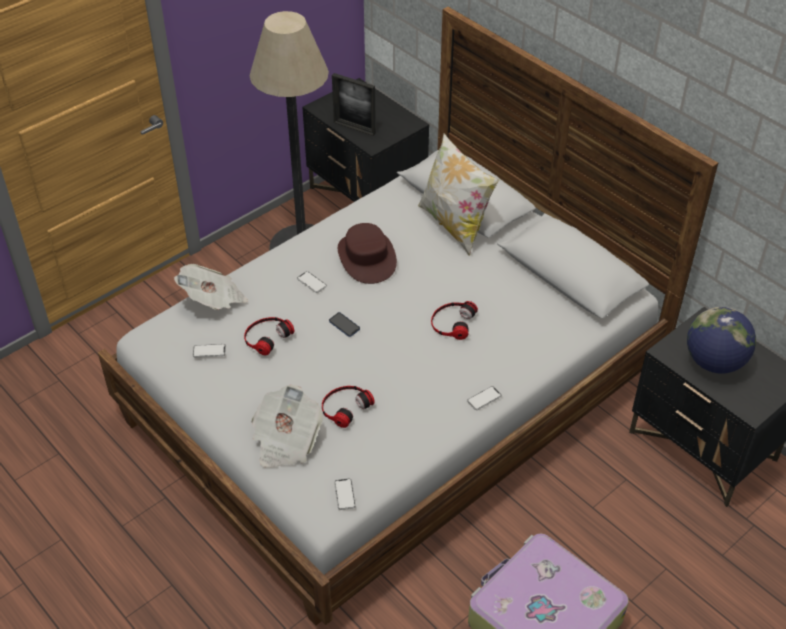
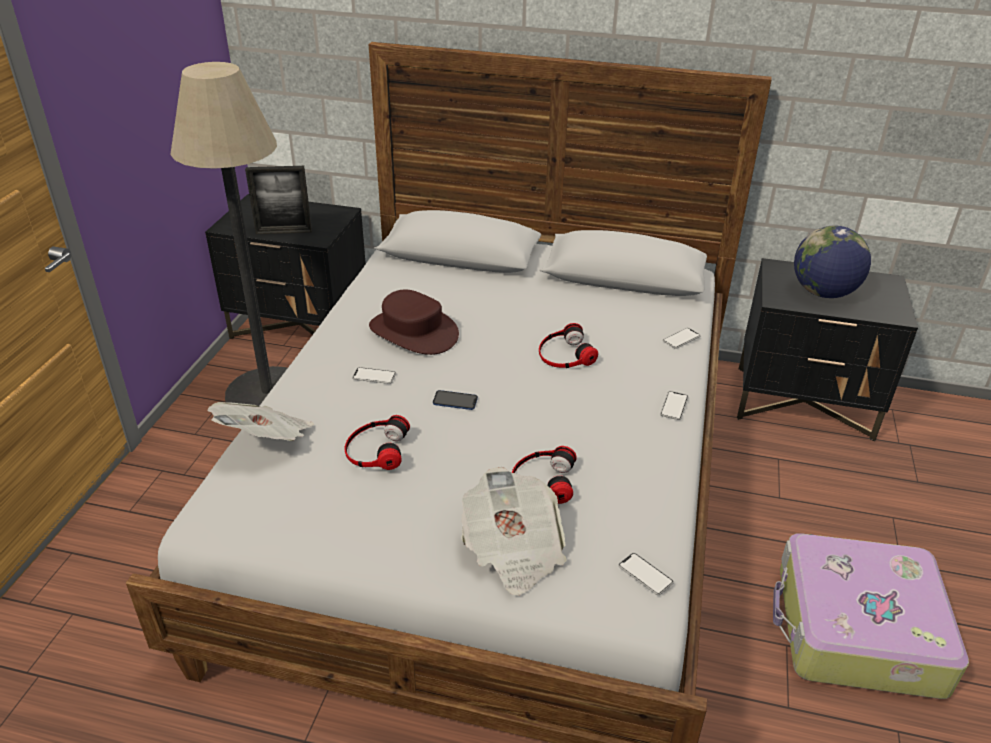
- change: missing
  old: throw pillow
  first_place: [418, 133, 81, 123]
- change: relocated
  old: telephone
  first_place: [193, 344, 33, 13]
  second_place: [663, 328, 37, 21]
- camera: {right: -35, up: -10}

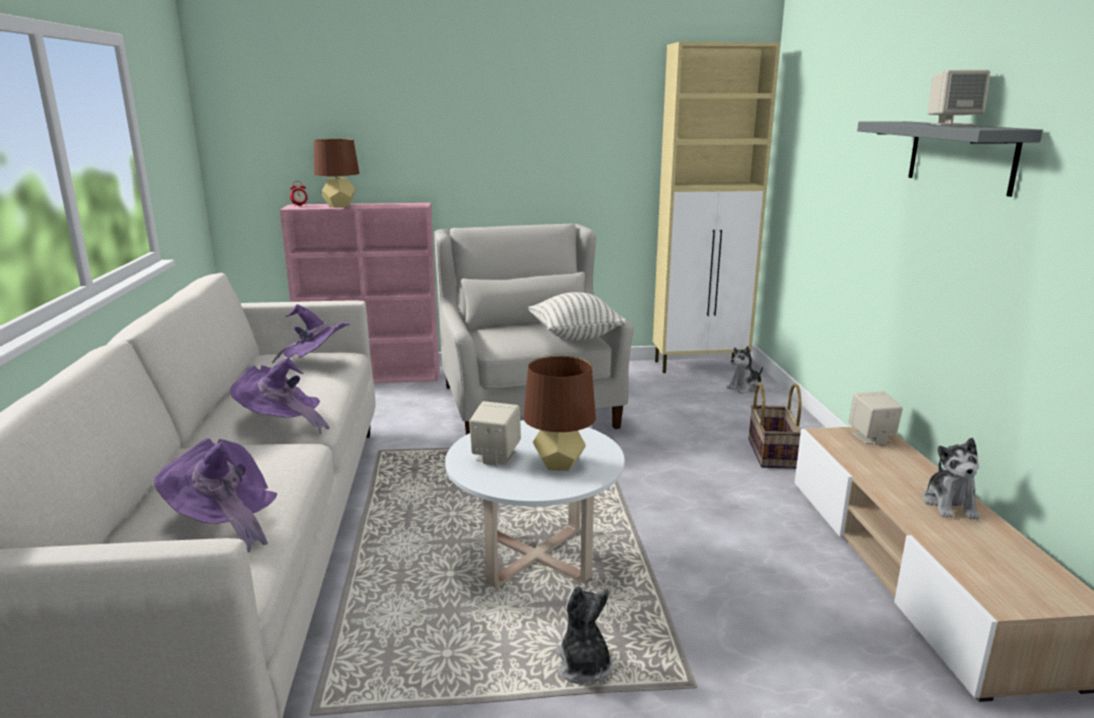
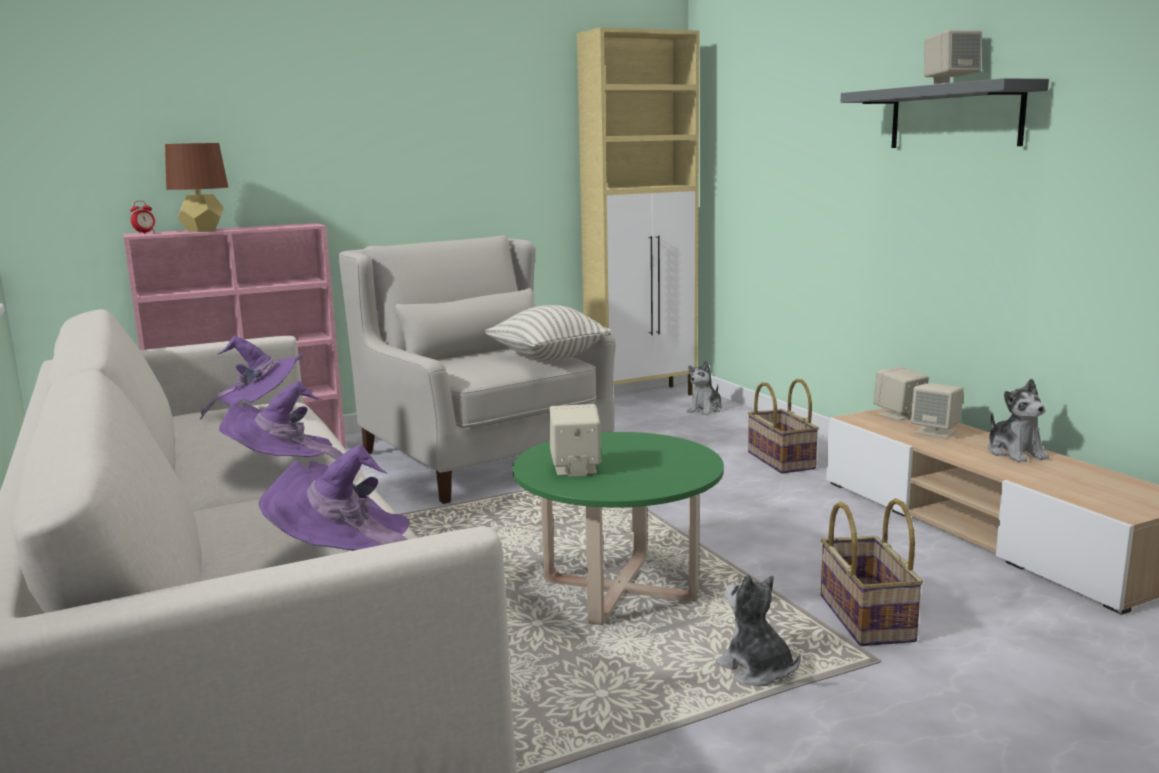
- change: missing
  old: brownish lamp for a table
  first_place: [523, 356, 73, 115]
- change: appeared
  new: basket
  second_place: [821, 498, 102, 148]
- change: appeared
  new: beige-coloured speaker
  second_place: [911, 383, 53, 55]
- change: colour
  old: white low table
  new: green-coloured low table
  first_place: [445, 420, 180, 168]
  second_place: [512, 432, 212, 193]
- camera: {right: -20, up: -5}

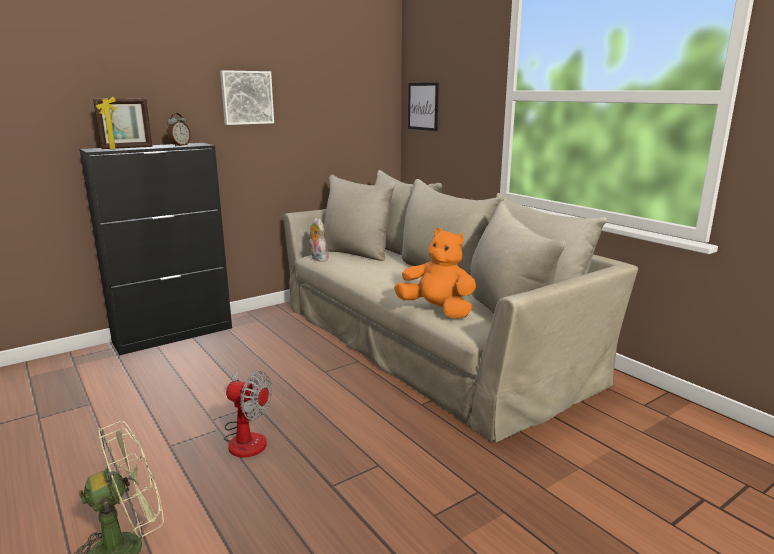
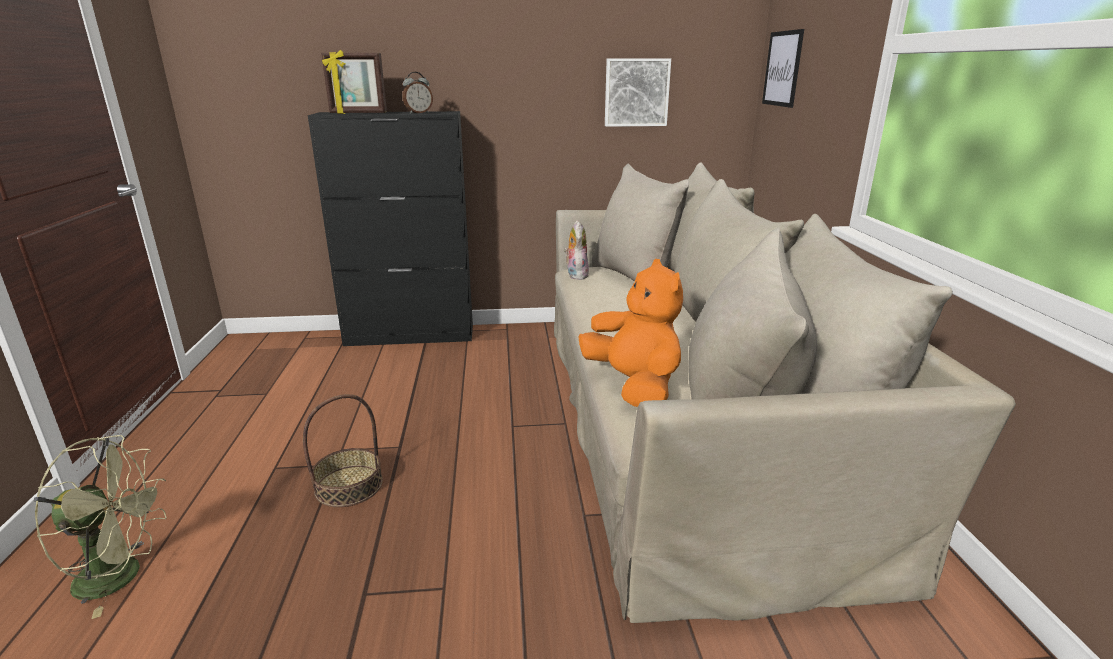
- change: relocated
  old: picture
  first_place: [220, 70, 54, 55]
  second_place: [605, 58, 66, 69]
- change: exchanged
  old: fan
  new: basket
  first_place: [224, 371, 48, 87]
  second_place: [303, 394, 80, 113]
- camera: {right: 30, up: 5}

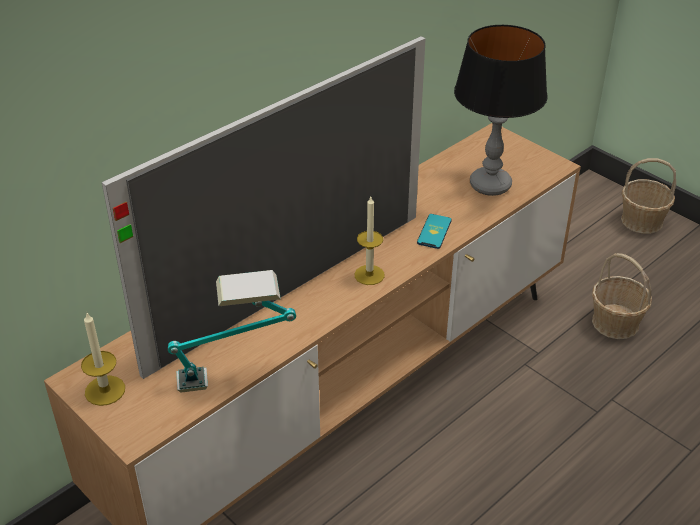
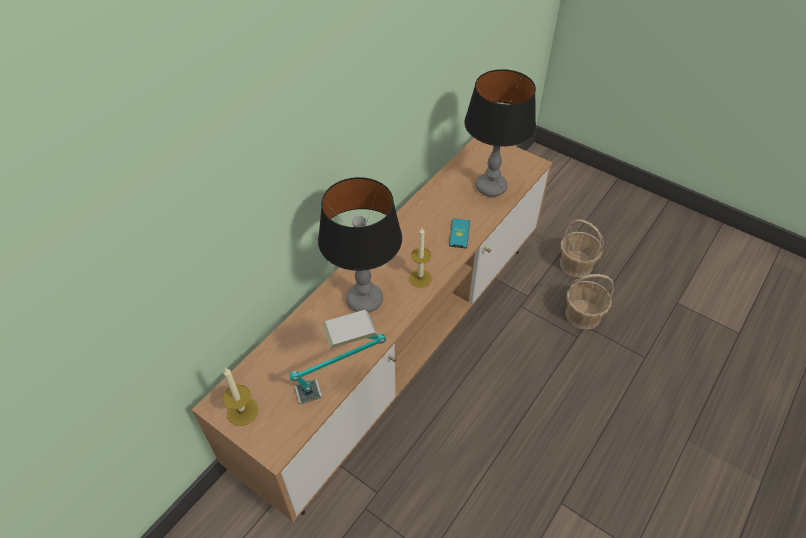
- change: relocated
  old: basket
  first_place: [621, 158, 55, 76]
  second_place: [565, 274, 49, 56]
- change: exchanged
  old: TV
  new: lamp for a table
  first_place: [102, 36, 324, 343]
  second_place: [318, 177, 84, 136]
- camera: {right: -10, up: 10}

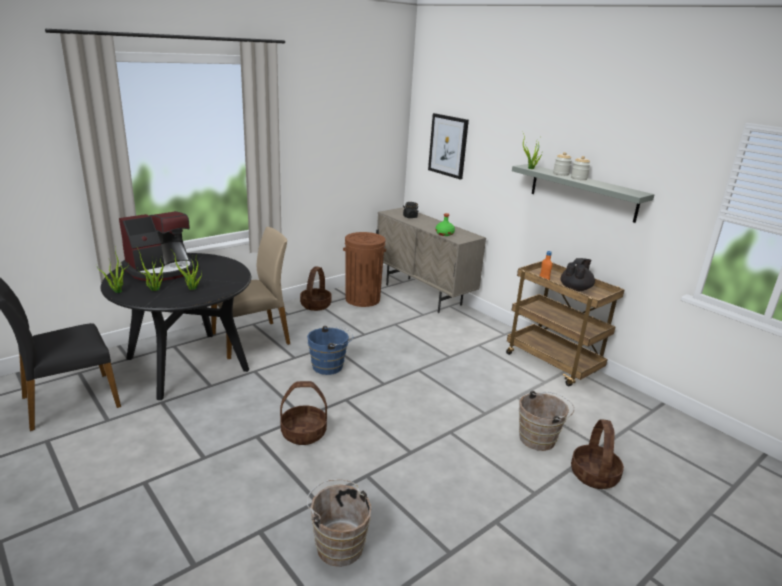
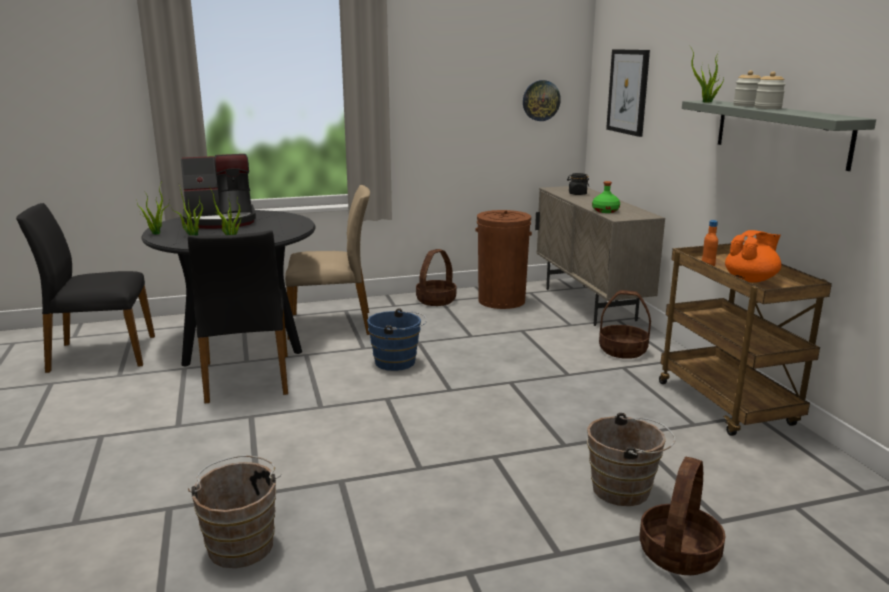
- change: appeared
  new: black plain chair
  second_place: [188, 230, 100, 174]
- change: appeared
  new: clock on the wall
  second_place: [523, 80, 38, 41]
- change: relocated
  old: basket
  first_place: [280, 381, 47, 64]
  second_place: [599, 290, 52, 69]
- change: colour
  old: black pot for tea
  new: orange pot for tea
  first_place: [560, 258, 35, 33]
  second_place: [725, 230, 56, 53]
- camera: {right: 25, up: -5}

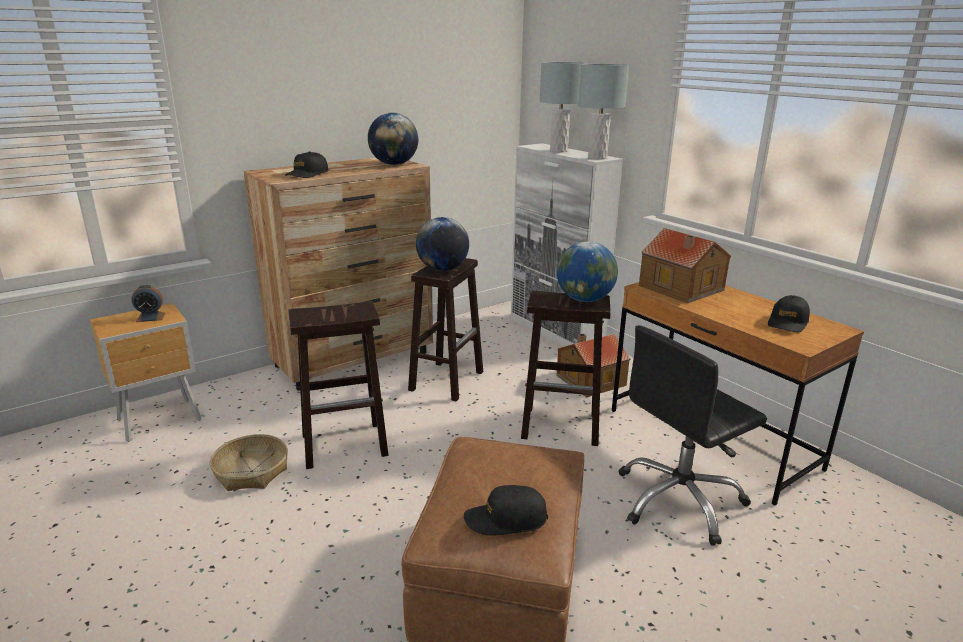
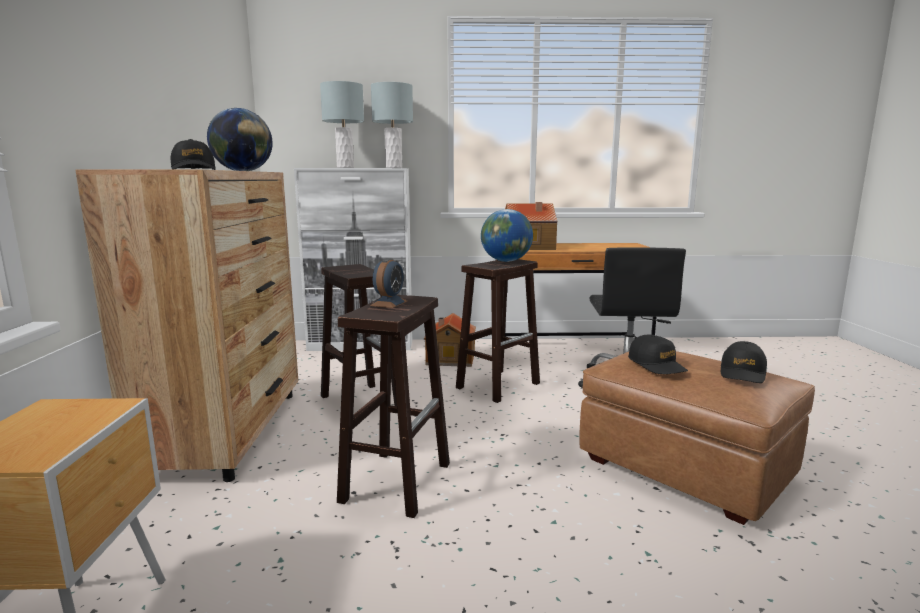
- change: missing
  old: basket
  first_place: [210, 434, 78, 57]
- change: missing
  old: desk globe
  first_place: [416, 217, 53, 54]
- change: relocated
  old: bedside clock
  first_place: [131, 285, 34, 37]
  second_place: [370, 258, 37, 50]
- change: relocated
  old: black peaked cap
  first_place: [768, 295, 42, 37]
  second_place: [628, 335, 60, 39]
- camera: {right: -55, up: -10}

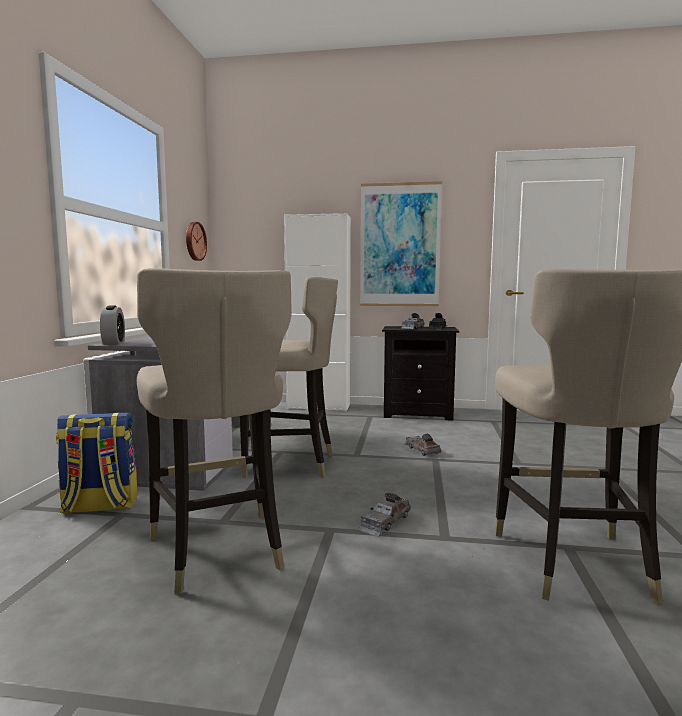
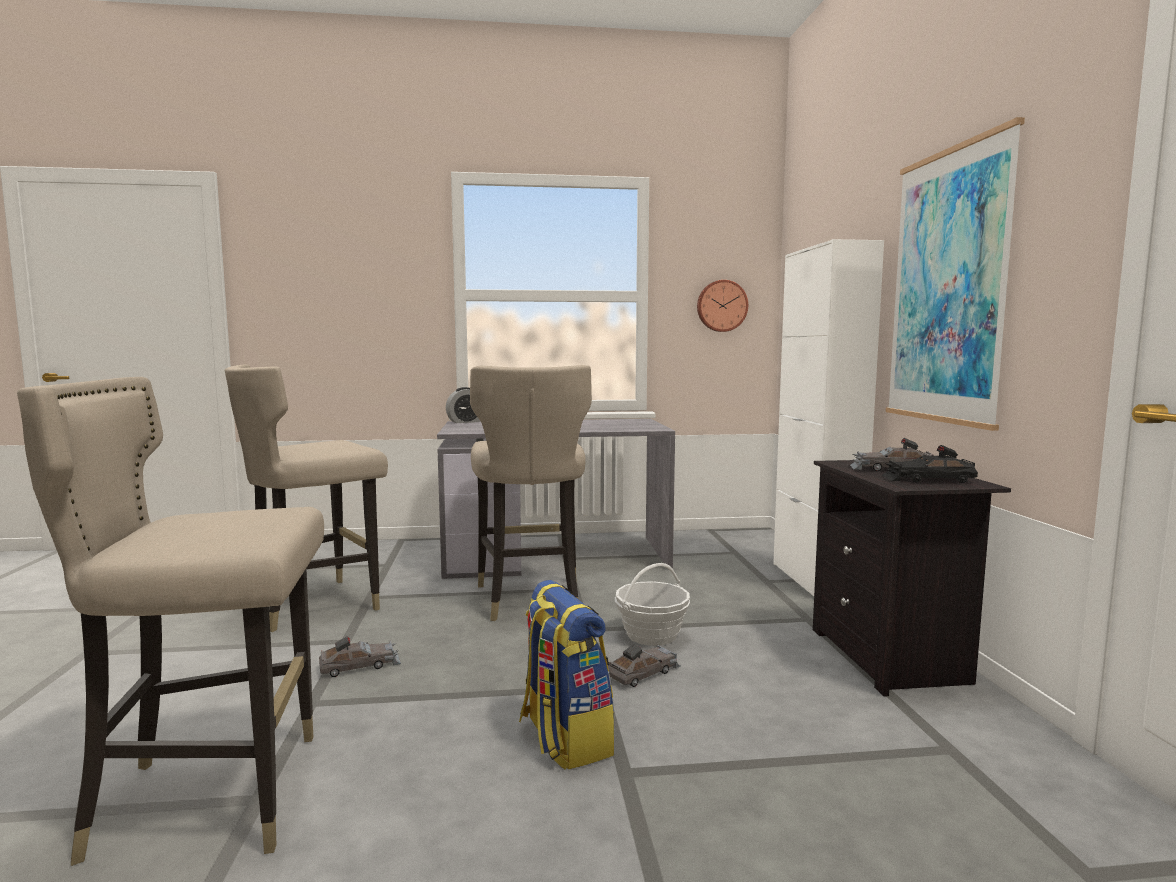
- change: appeared
  new: basket
  second_place: [615, 563, 75, 83]
- change: relocated
  old: backpack
  first_place: [56, 413, 81, 101]
  second_place: [519, 580, 95, 190]
- change: spun
  old: greyish model car
  first_place: [359, 493, 52, 44]
  second_place: [319, 636, 82, 41]
  degrees: 135
- camera: {right: 75, up: 0}

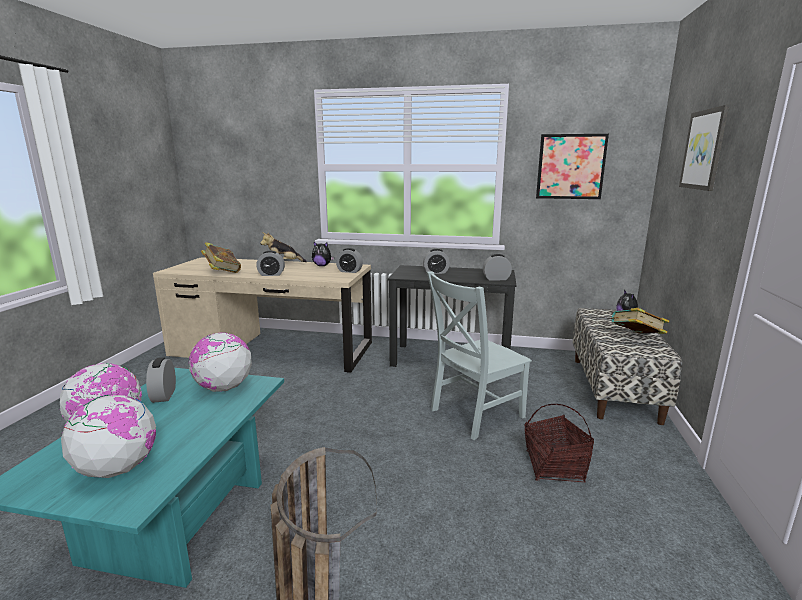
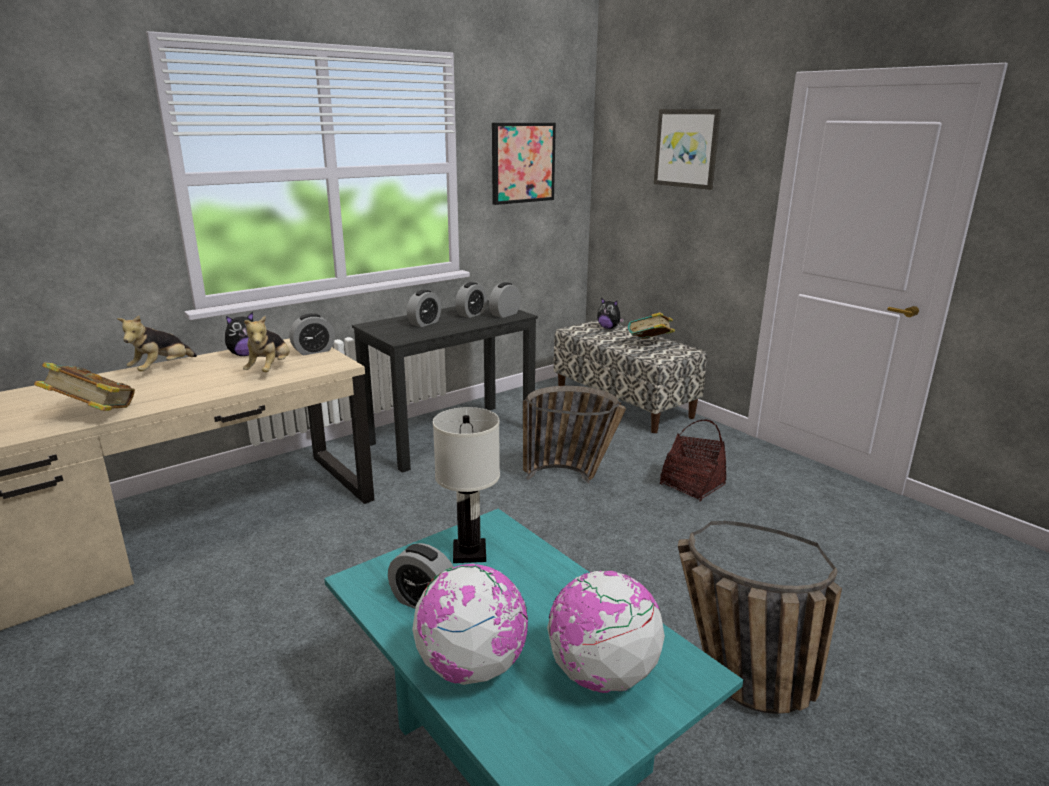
- change: appeared
  new: cuddly toy
  second_place: [243, 316, 47, 56]
- change: relocated
  old: bedside clock
  first_place: [256, 251, 29, 25]
  second_place: [455, 282, 32, 36]
- change: exchanged
  old: desk globe
  new: white lamp for a table
  first_place: [189, 333, 63, 59]
  second_place: [433, 407, 67, 156]
- change: exchanged
  old: greyish plain chair
  new: basket
  first_place: [427, 271, 105, 169]
  second_place: [523, 386, 103, 98]
- camera: {right: -50, up: 5}

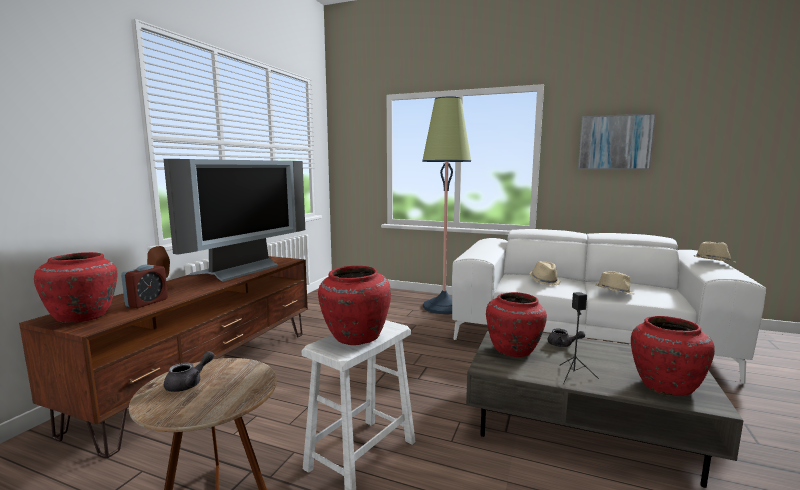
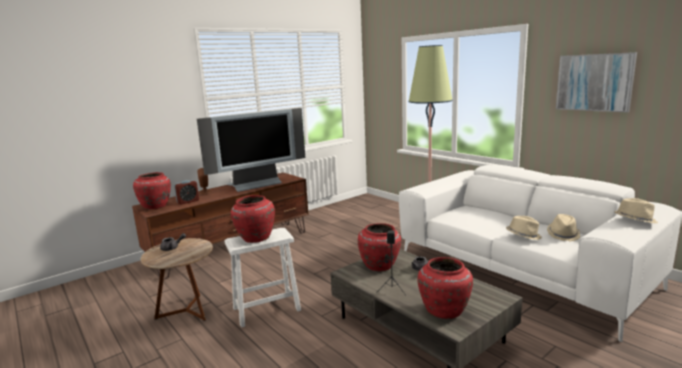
- change: relocated
  old: beige-coloured clothing hat
  first_place: [530, 261, 31, 24]
  second_place: [547, 214, 33, 27]
- camera: {right: 30, up: 5}

